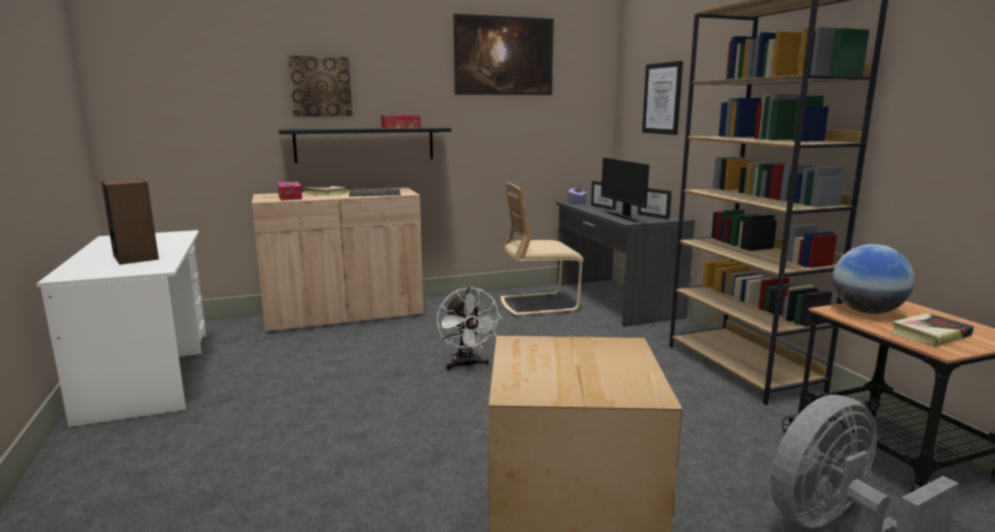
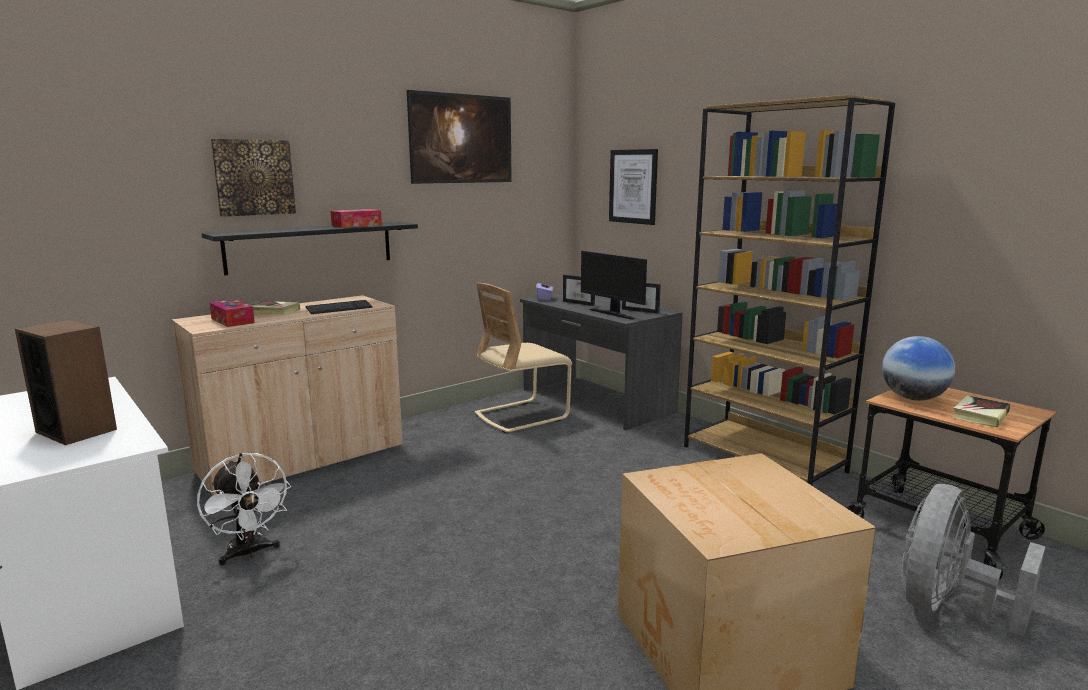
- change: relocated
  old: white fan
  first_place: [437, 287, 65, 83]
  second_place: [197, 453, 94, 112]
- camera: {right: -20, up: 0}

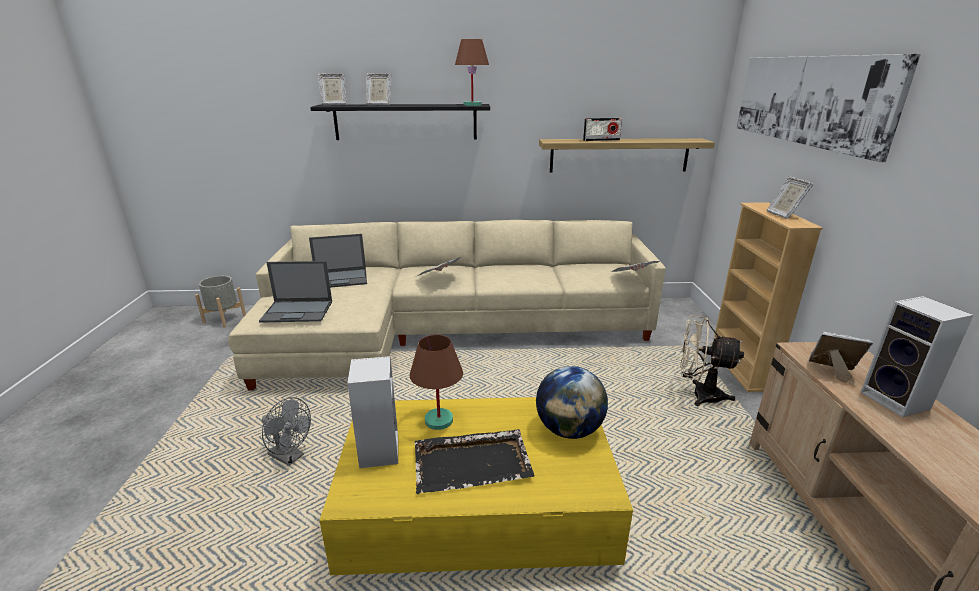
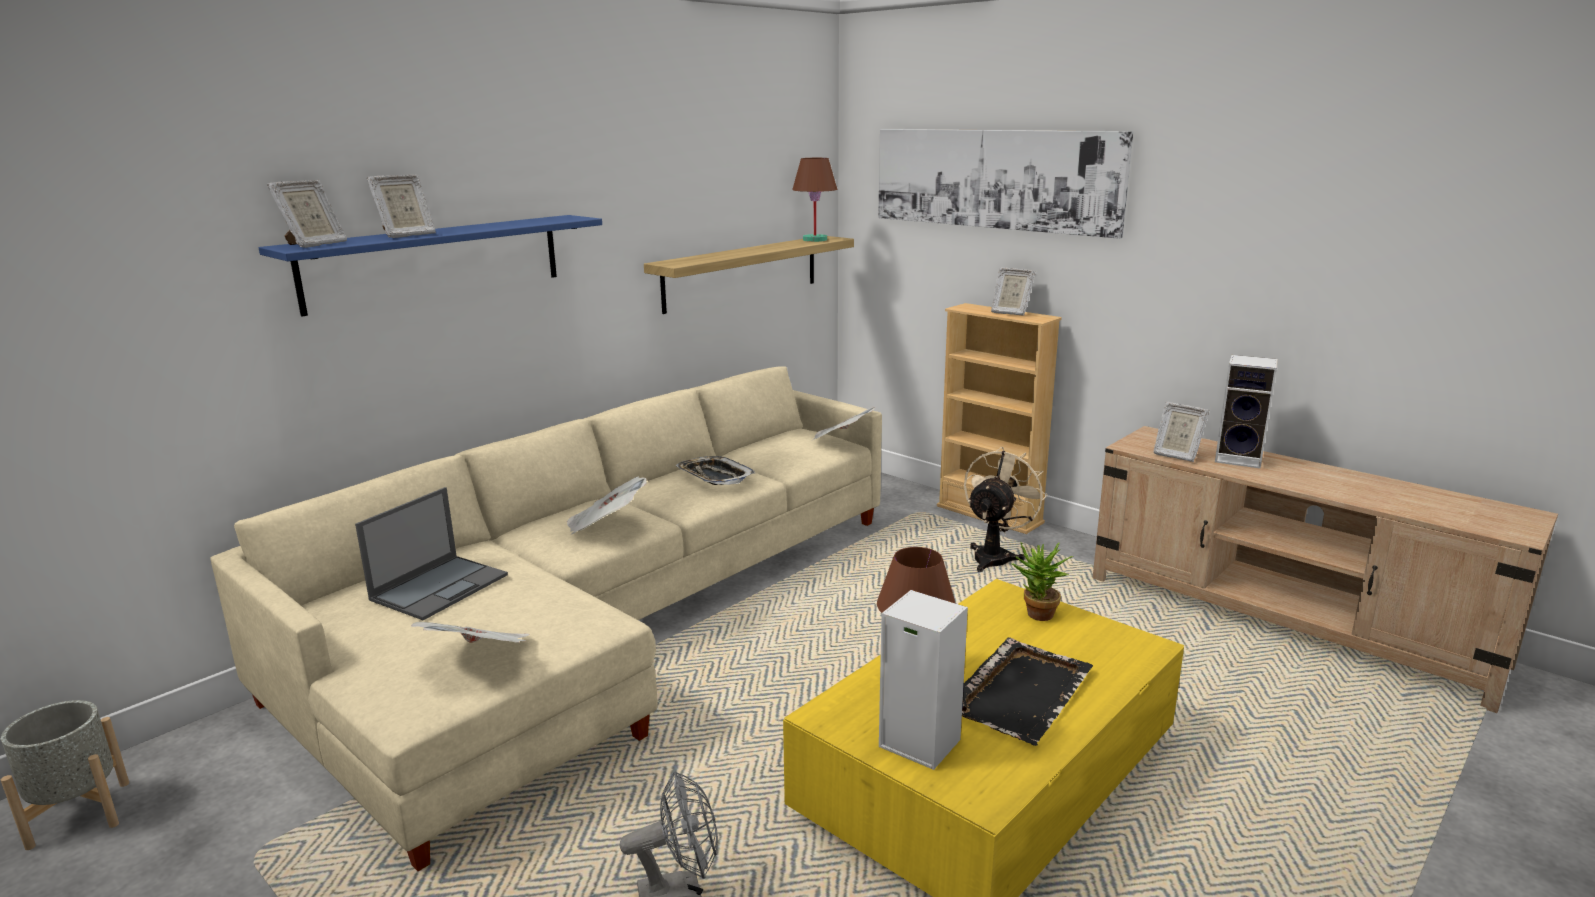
- change: missing
  old: radio set
  first_place: [583, 118, 39, 23]
- change: appeared
  new: tray
  second_place: [675, 456, 80, 29]
- change: relocated
  old: brownish lamp for a table
  first_place: [455, 39, 34, 67]
  second_place: [792, 158, 45, 84]
- change: exchanged
  old: notebook computer
  new: daily paper
  first_place: [259, 261, 73, 62]
  second_place: [411, 622, 119, 21]
- change: exchanged
  old: desk globe
  new: plant in a pot
  first_place: [536, 366, 72, 73]
  second_place: [1012, 542, 62, 79]
- change: colour
  old: black shelf
  new: blue shelf
  first_place: [310, 104, 180, 36]
  second_place: [259, 215, 343, 101]
- change: spun
  old: beige-coloured fan
  first_place: [680, 315, 64, 91]
  second_place: [964, 447, 84, 125]
  degrees: 150
- change: spun
  old: photo frame
  first_place: [809, 331, 64, 52]
  second_place: [1154, 402, 55, 60]
  degrees: -120
- camera: {right: -45, up: -5}

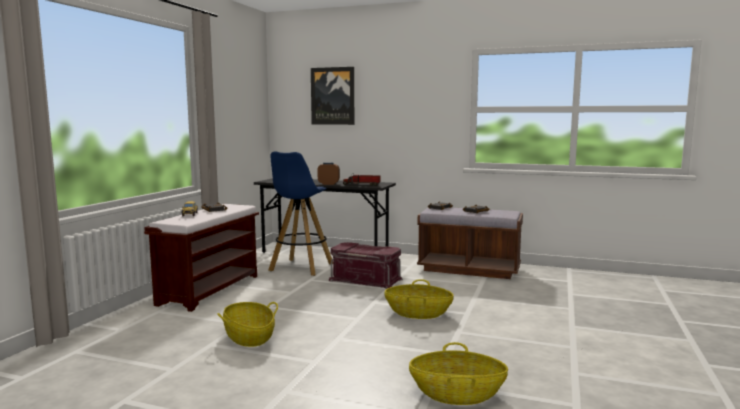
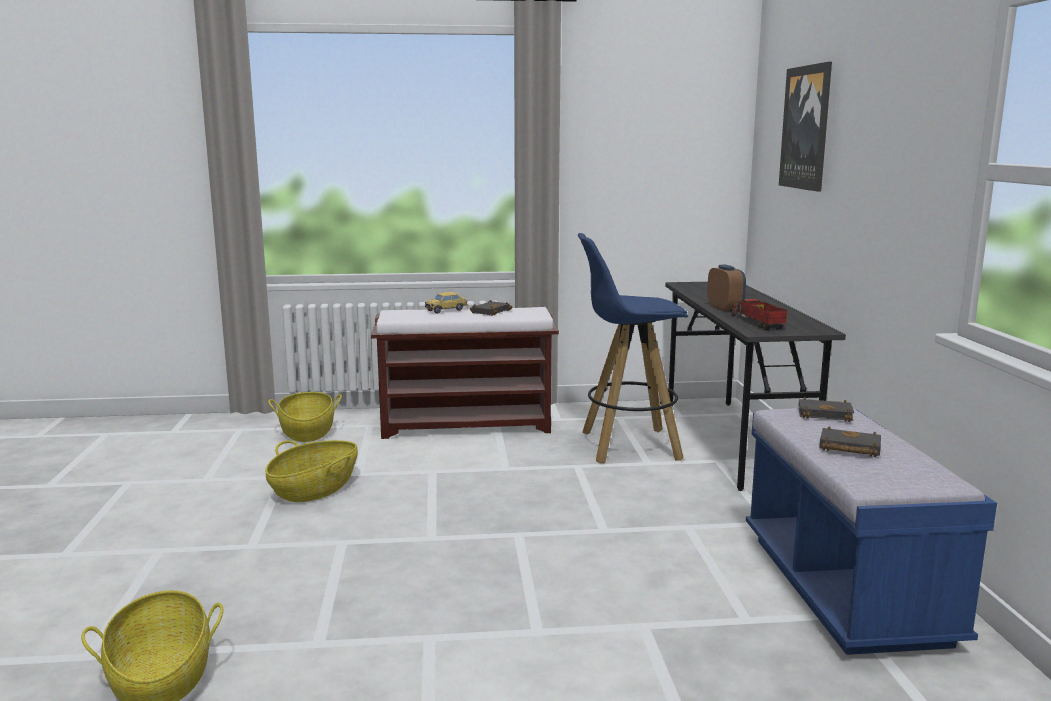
- change: missing
  old: red storage bin
  first_place: [329, 242, 74, 47]
- change: relocated
  old: basket
  first_place: [384, 279, 70, 40]
  second_place: [268, 392, 74, 50]
- change: colour
  old: brownish indoor bench
  new: blue indoor bench
  first_place: [417, 207, 106, 72]
  second_place: [746, 408, 251, 247]
- camera: {right: 65, up: 5}

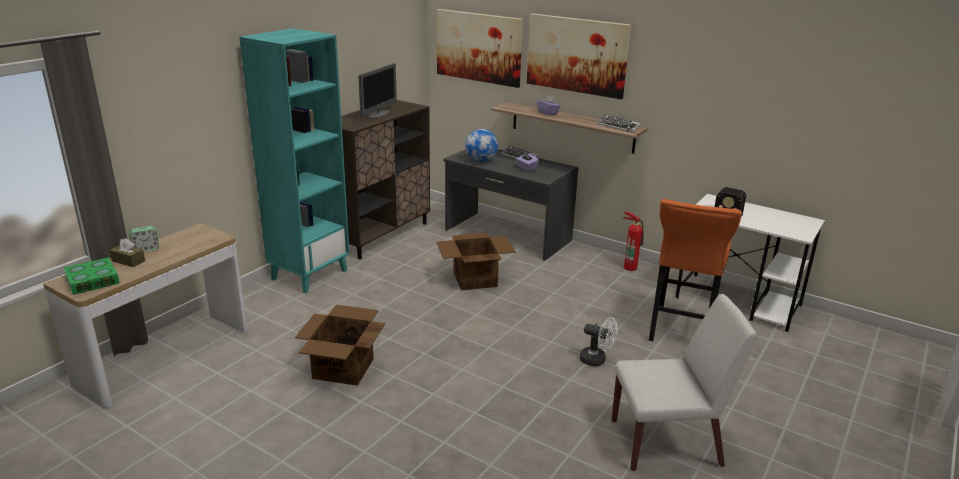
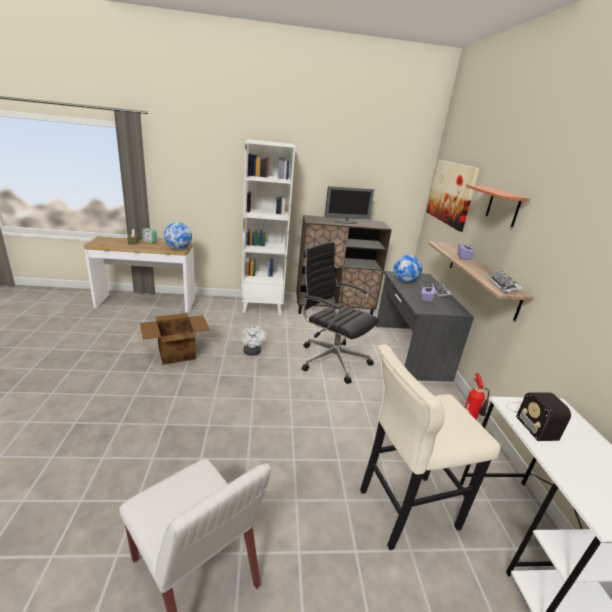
- change: missing
  old: volume
  first_place: [63, 257, 57, 38]
- change: appeared
  new: desk globe
  second_place: [164, 223, 28, 27]
- change: relocated
  old: white fan
  first_place: [580, 317, 38, 49]
  second_place: [242, 325, 24, 30]
- change: exchanged
  old: carton
  new: black desk chair
  first_place: [436, 233, 80, 57]
  second_place: [302, 242, 77, 142]
- change: exchanged
  old: picture
  new: shelf
  first_place: [527, 14, 104, 85]
  second_place: [466, 185, 64, 42]
- change: colour
  old: turquoise shelving unit
  new: white shelving unit
  first_place: [239, 28, 111, 266]
  second_place: [241, 139, 54, 176]
- change: colour
  old: orange sitting stool
  new: beige-coloured sitting stool
  first_place: [649, 199, 93, 142]
  second_place: [360, 344, 141, 206]
- camera: {right: 50, up: 0}

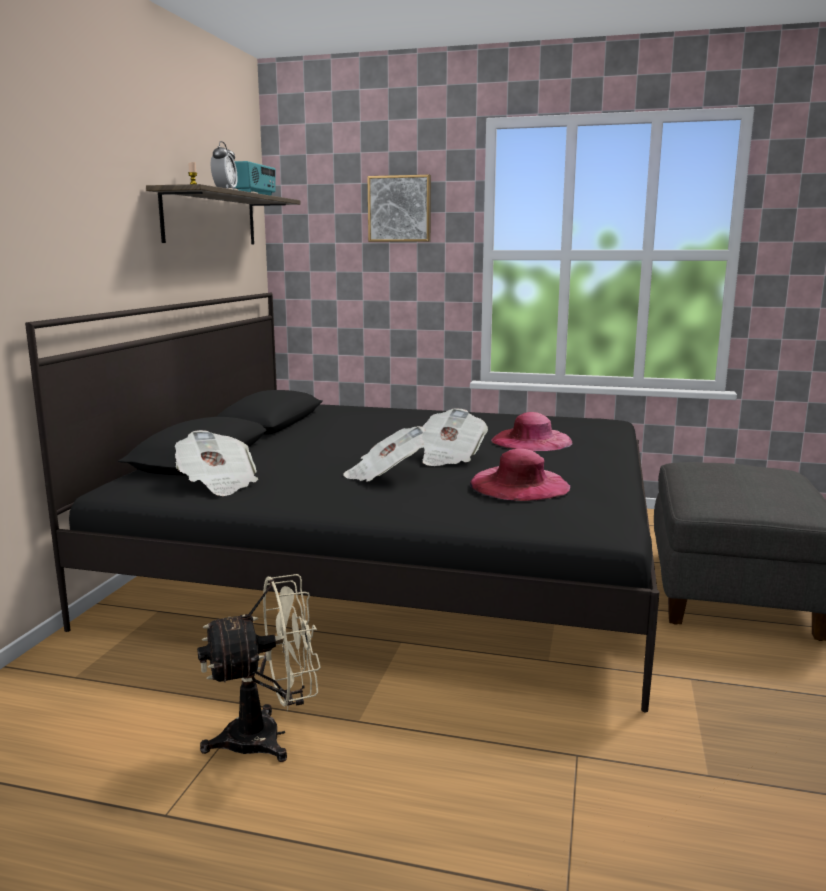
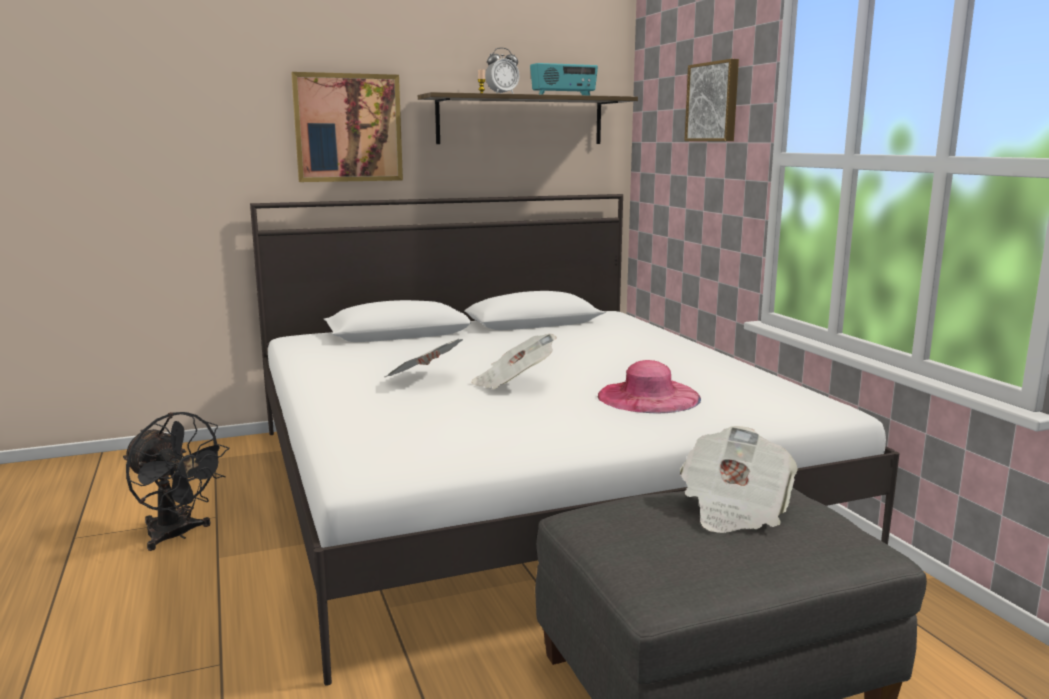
- change: missing
  old: pink-coloured clothing hat
  first_place: [470, 449, 100, 52]
- change: appeared
  new: picture
  second_place: [291, 72, 112, 110]
- change: relocated
  old: daily paper
  first_place: [175, 430, 83, 66]
  second_place: [680, 426, 118, 107]
- change: colour
  old: black bedroom bed
  new: white bedroom bed
  first_place: [25, 293, 634, 419]
  second_place: [250, 194, 650, 492]
- change: colour
  old: beige-coloured fan
  new: black fan
  first_place: [197, 574, 124, 188]
  second_place: [123, 412, 106, 139]
- camera: {right: 55, up: 0}

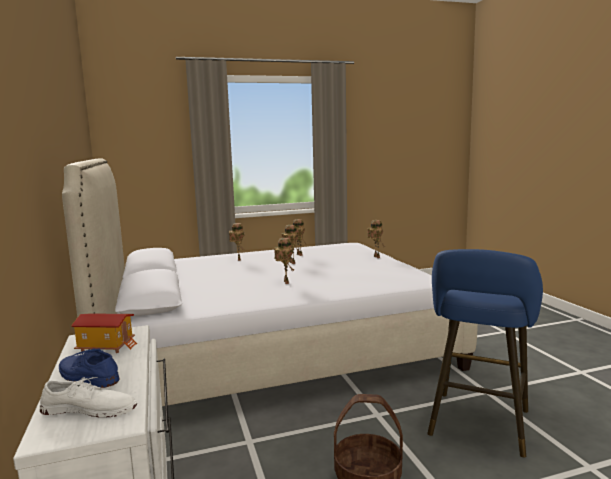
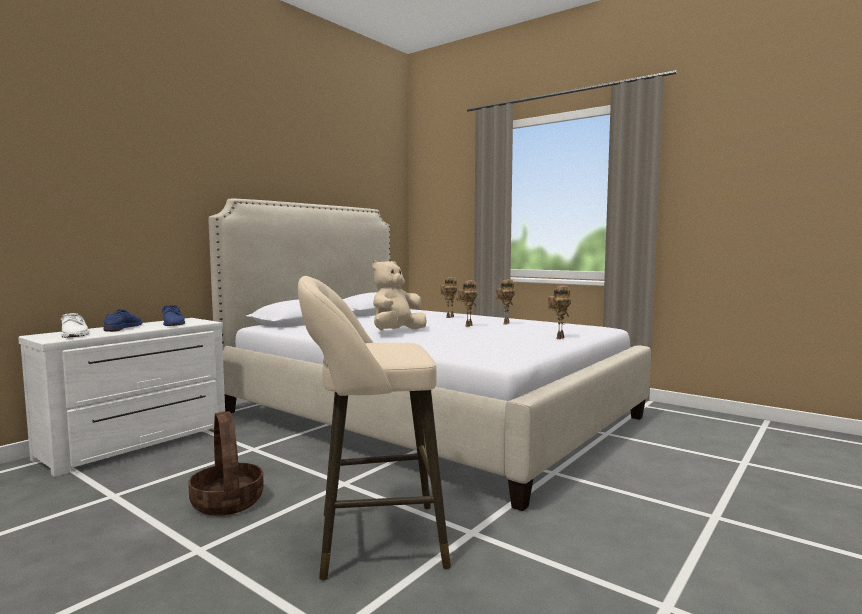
- change: exchanged
  old: toy house
  new: blue shoe
  first_place: [71, 313, 66, 40]
  second_place: [162, 305, 23, 21]
- change: exchanged
  old: robot figure
  new: beige-coloured cuddly toy
  first_place: [274, 238, 19, 46]
  second_place: [372, 260, 55, 70]
- change: colour
  old: blue sitting stool
  new: beige-coloured sitting stool
  first_place: [427, 249, 116, 208]
  second_place: [298, 276, 153, 304]
- camera: {right: 55, up: -5}

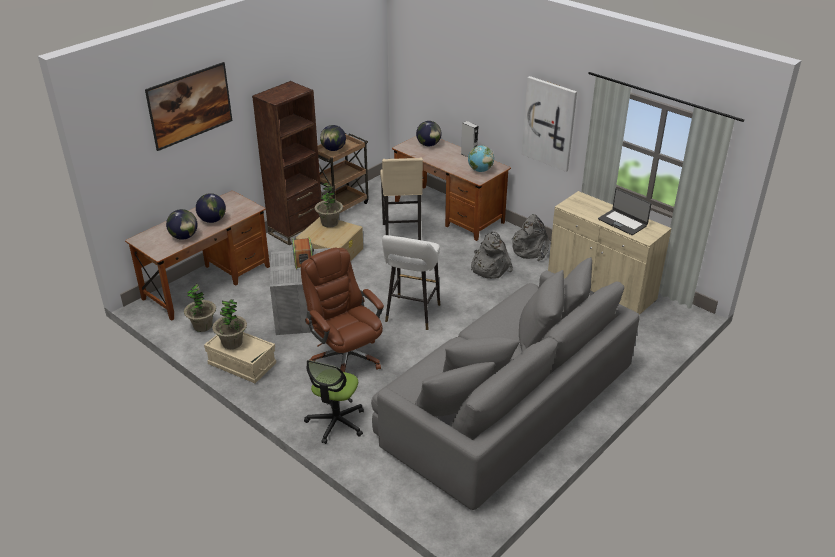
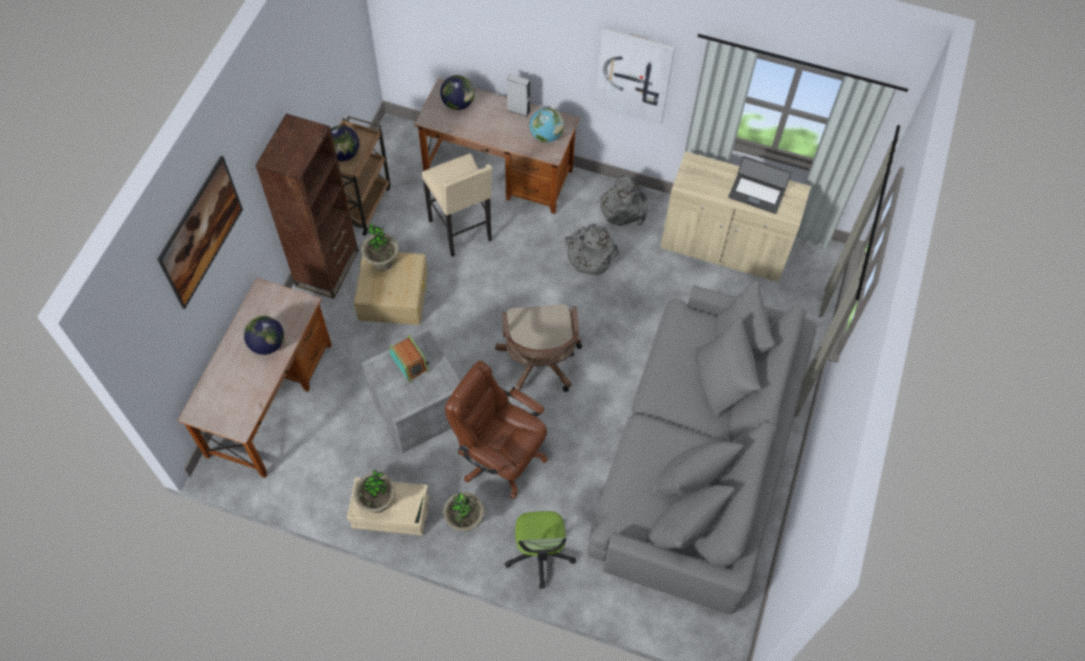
- change: missing
  old: desk globe
  first_place: [166, 209, 31, 31]
- change: relocated
  old: plant in a pot
  first_place: [184, 284, 32, 48]
  second_place: [443, 492, 41, 40]
- change: exchanged
  old: white sitting stool
  new: brownish desk chair
  first_place: [382, 235, 58, 95]
  second_place: [495, 304, 87, 88]
- camera: {right: -25, up: 25}

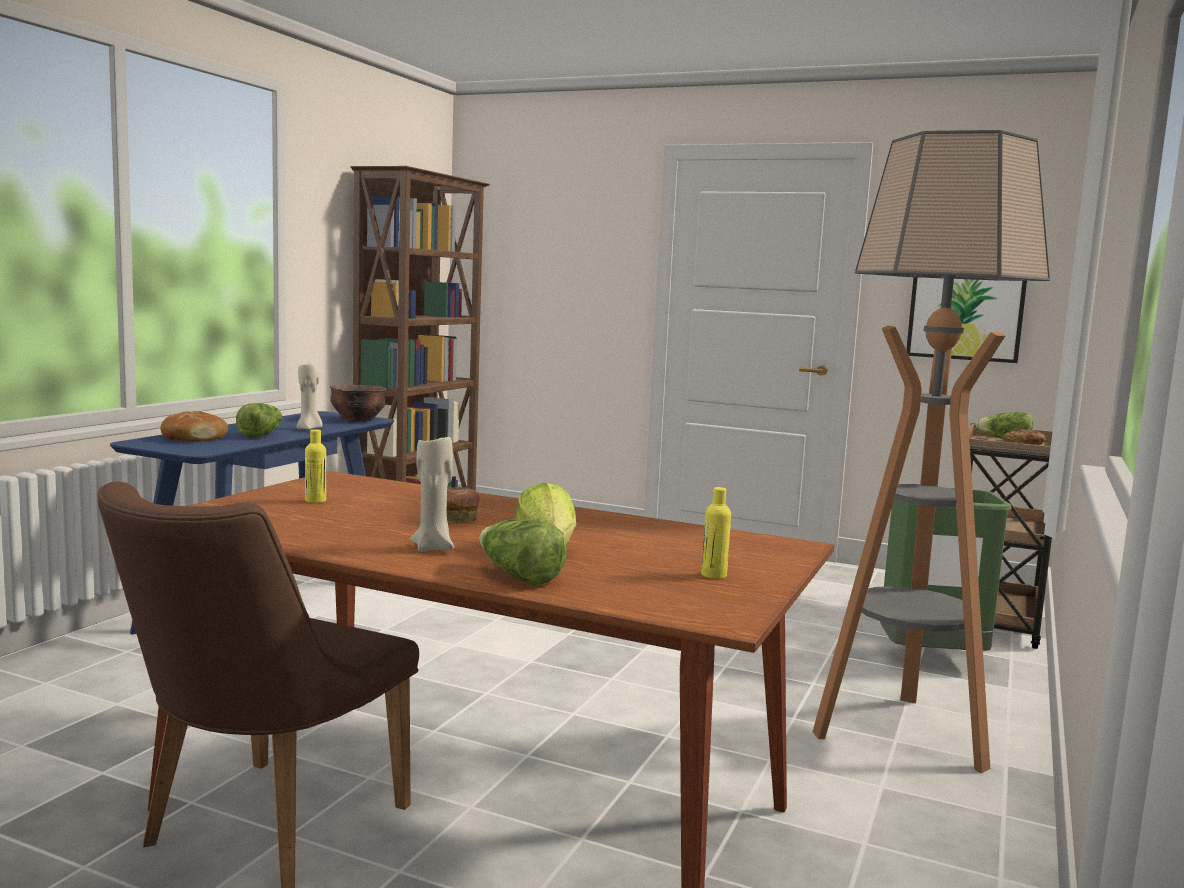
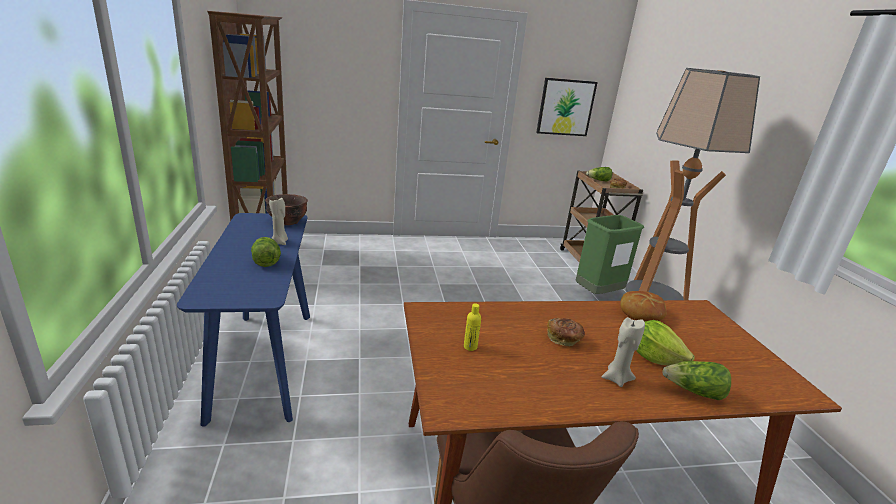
- change: missing
  old: yellow-coloured bottle
  first_place: [702, 487, 29, 92]
- change: relocated
  old: baked bread
  first_place: [160, 411, 68, 30]
  second_place: [620, 291, 46, 31]
- camera: {right: -35, up: 15}

